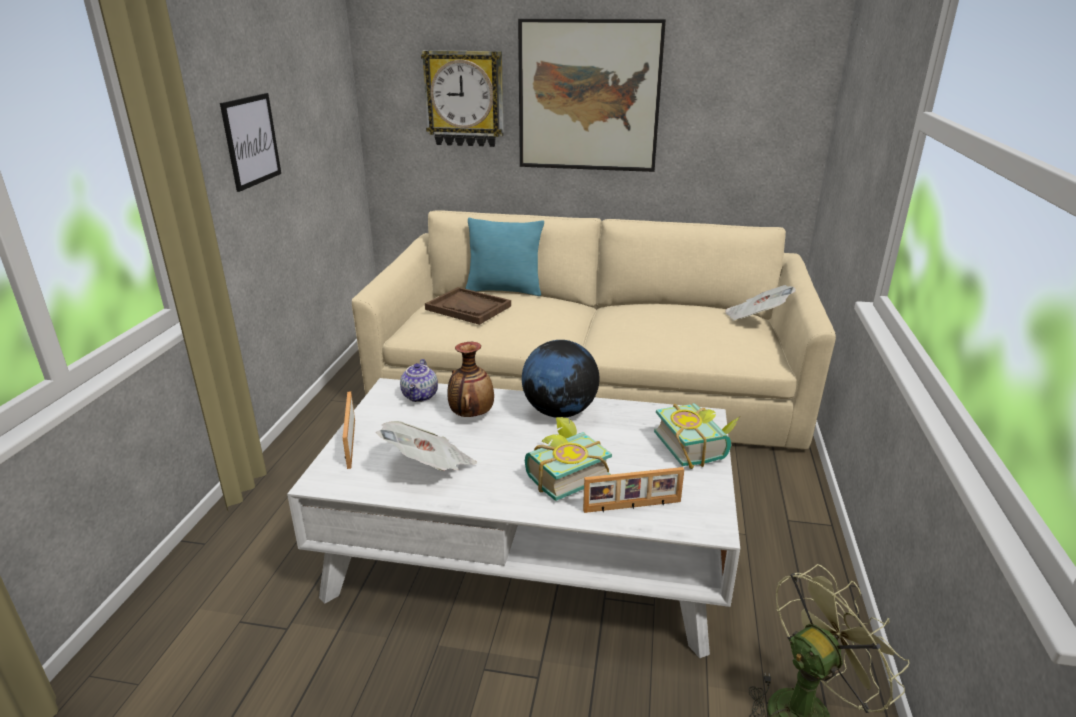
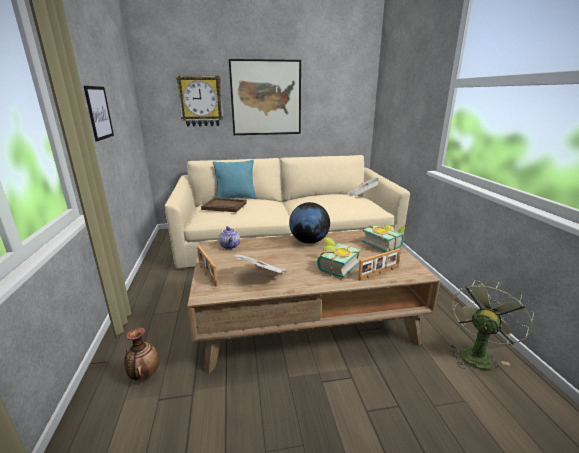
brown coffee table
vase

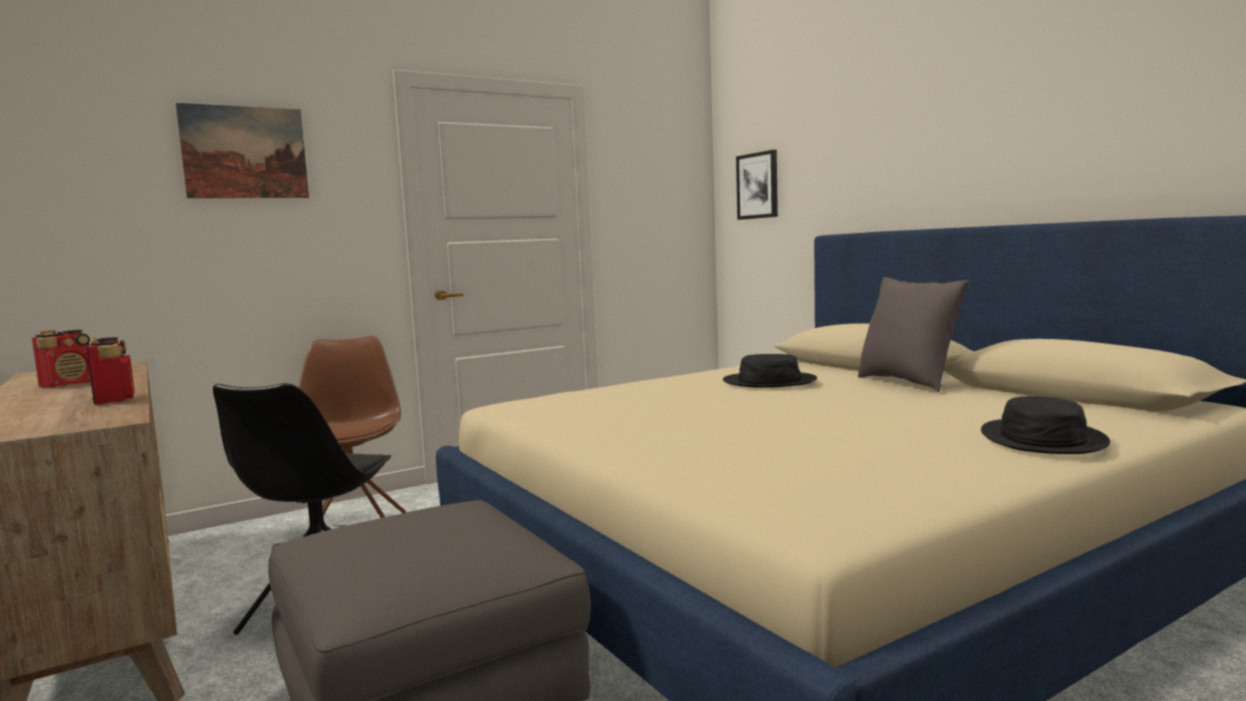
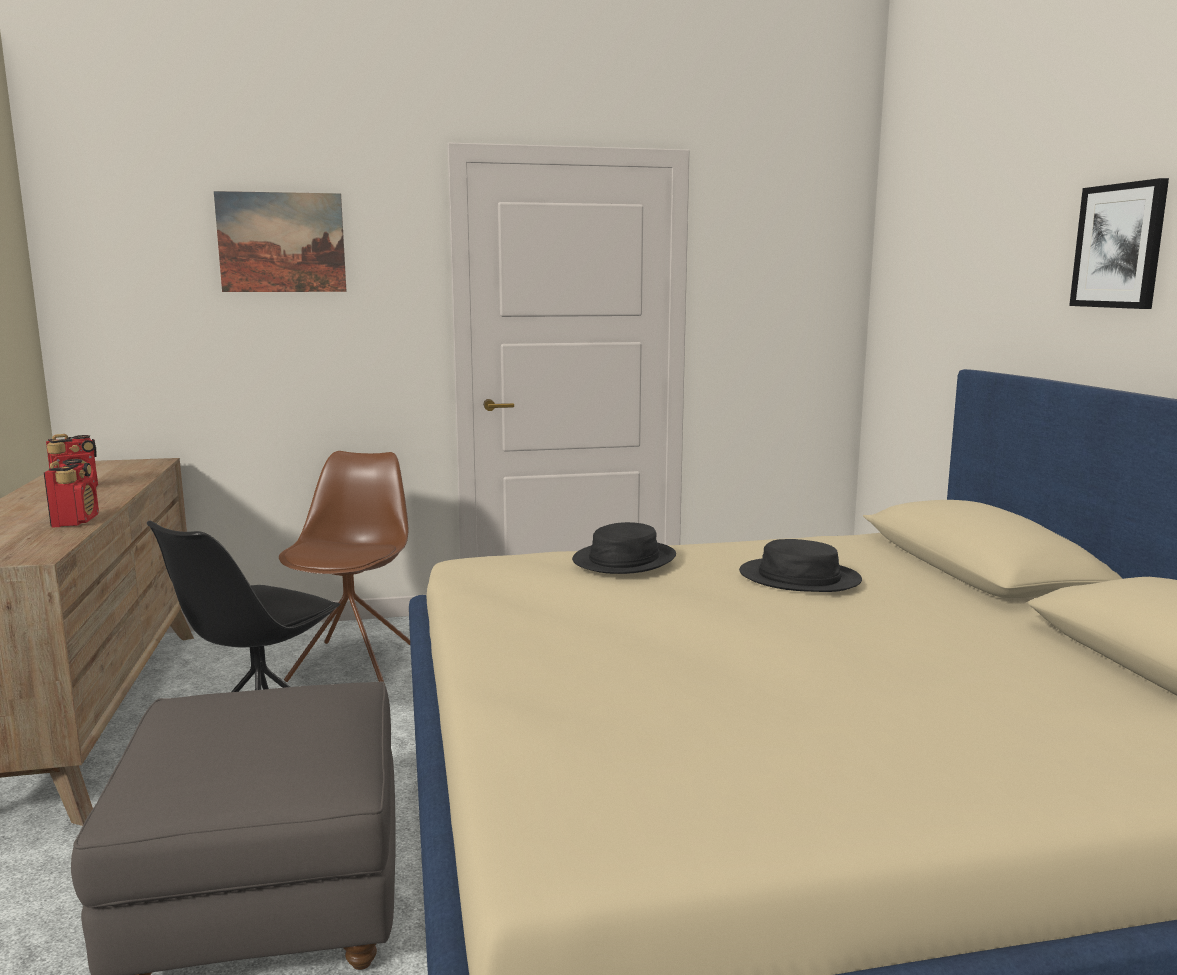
picture (2nd from left)
grey pillow
black hat (1st from left)

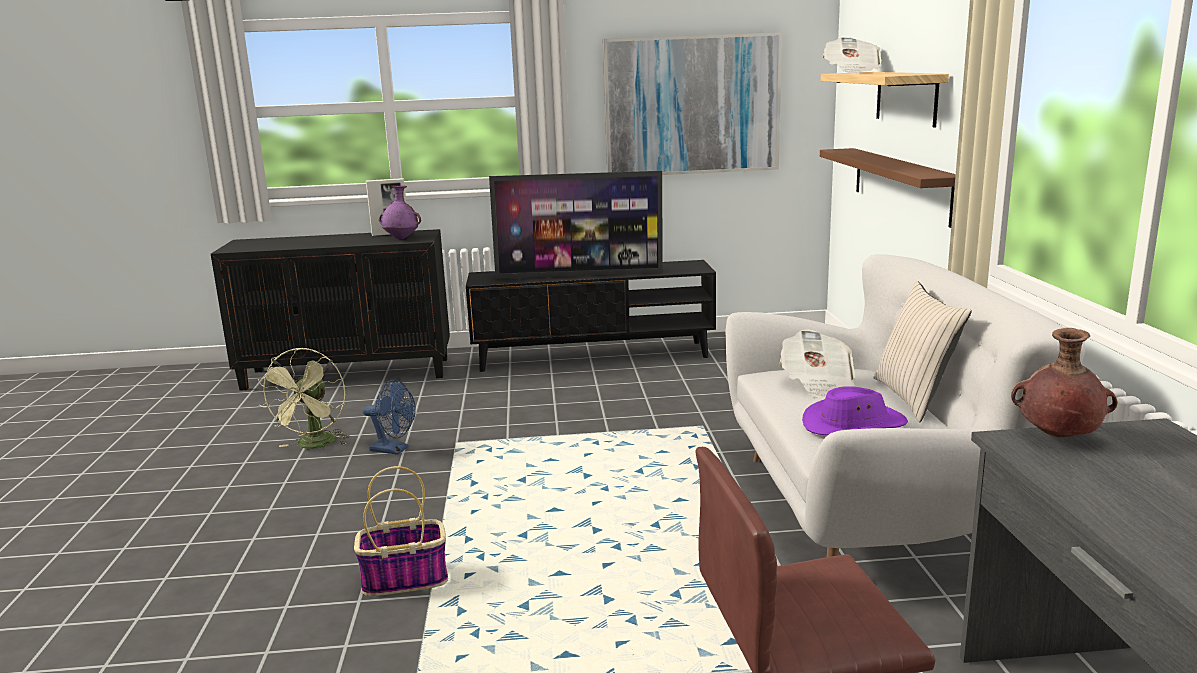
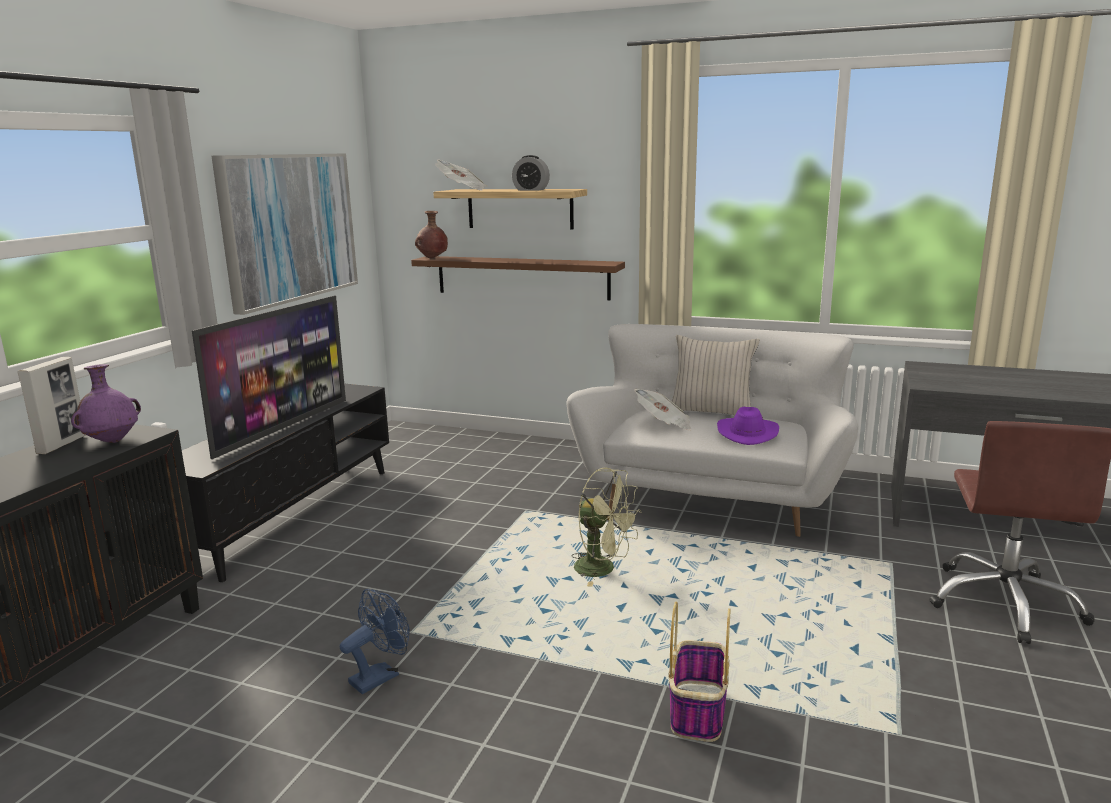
green fan
brown vase
alarm clock

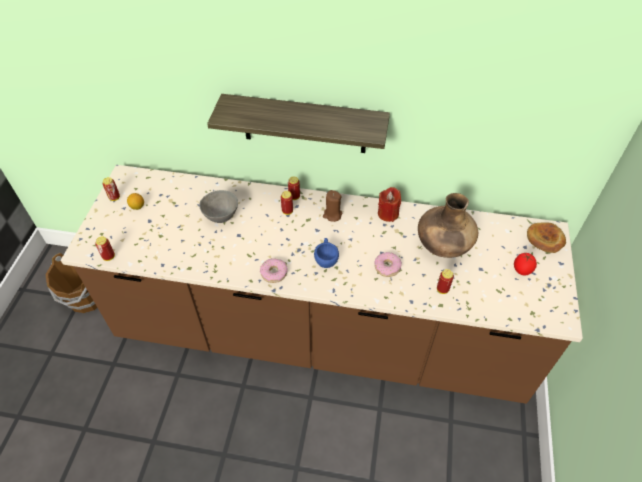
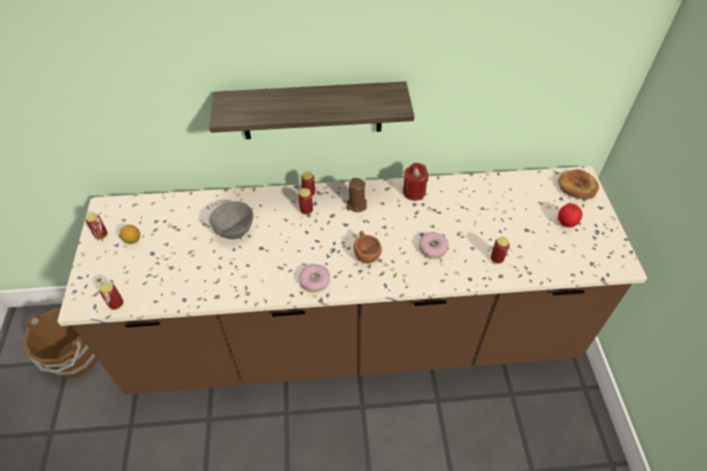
brown cup
brown vase

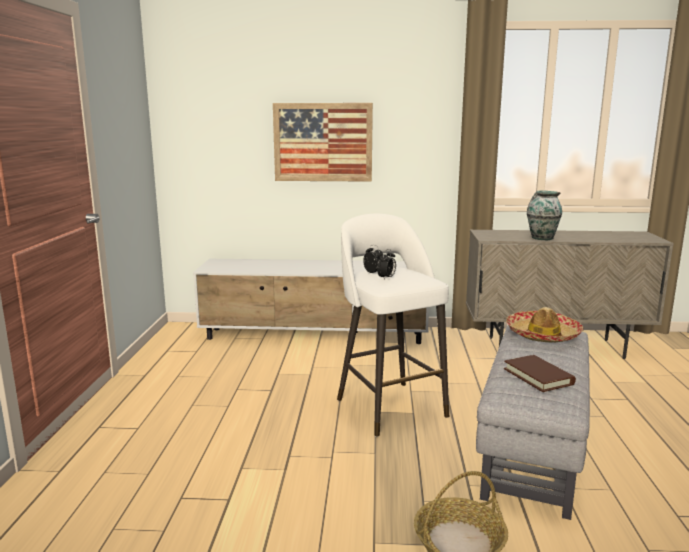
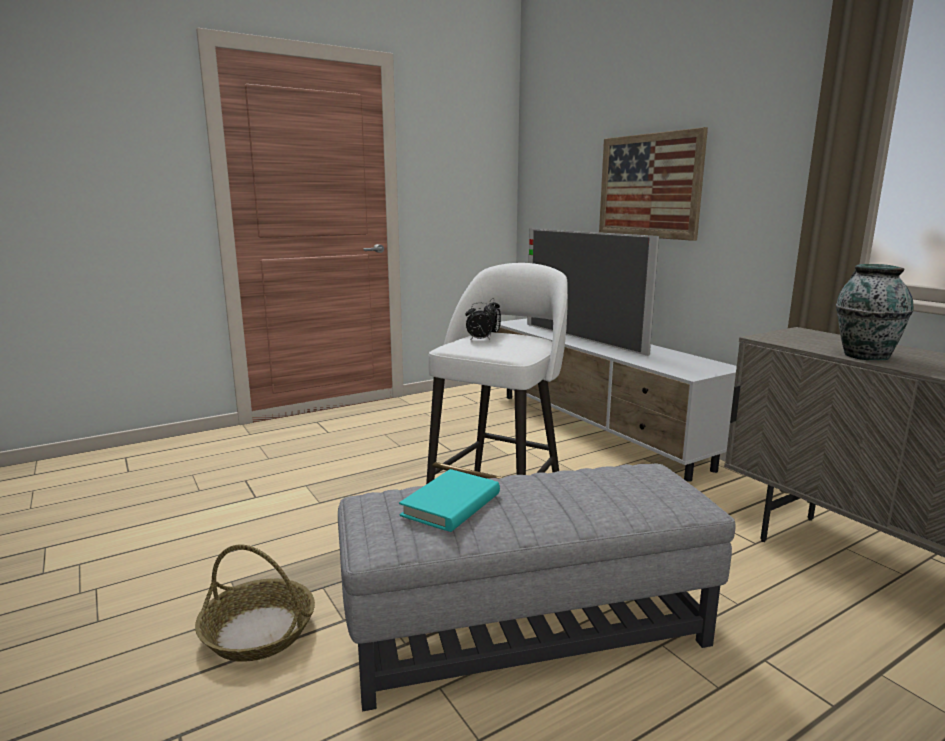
turquoise book
hat
television

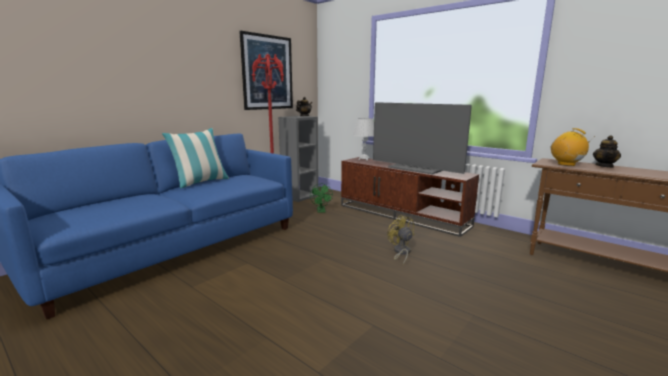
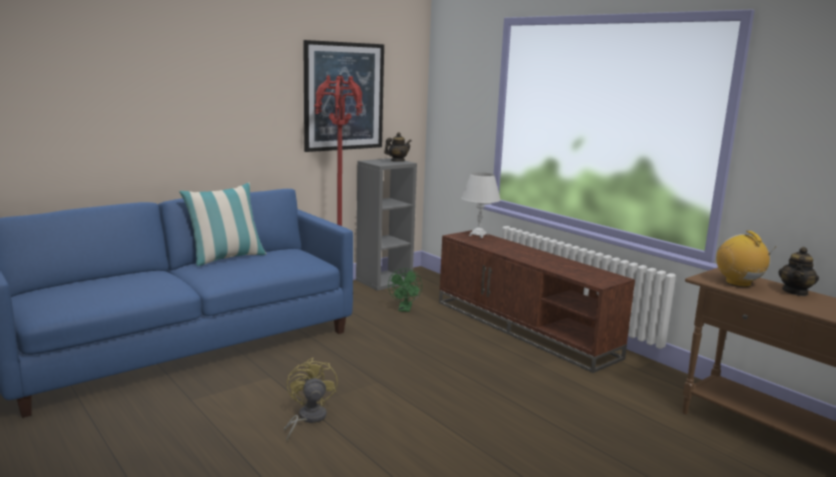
television
yellow fan

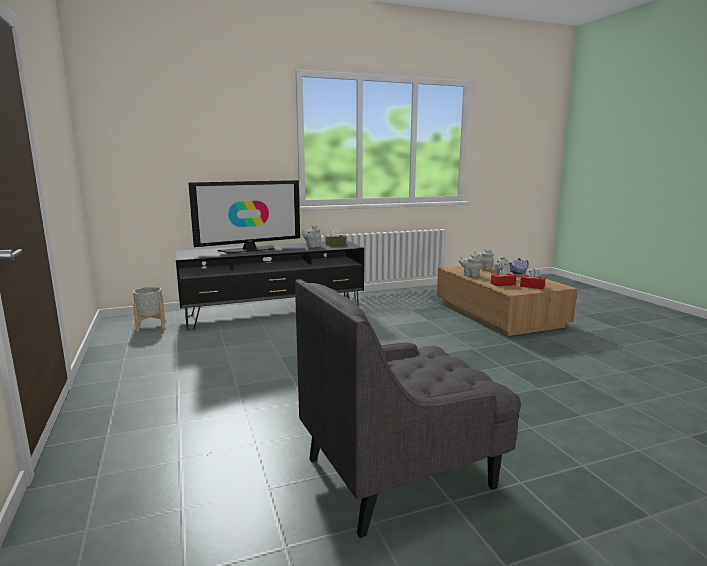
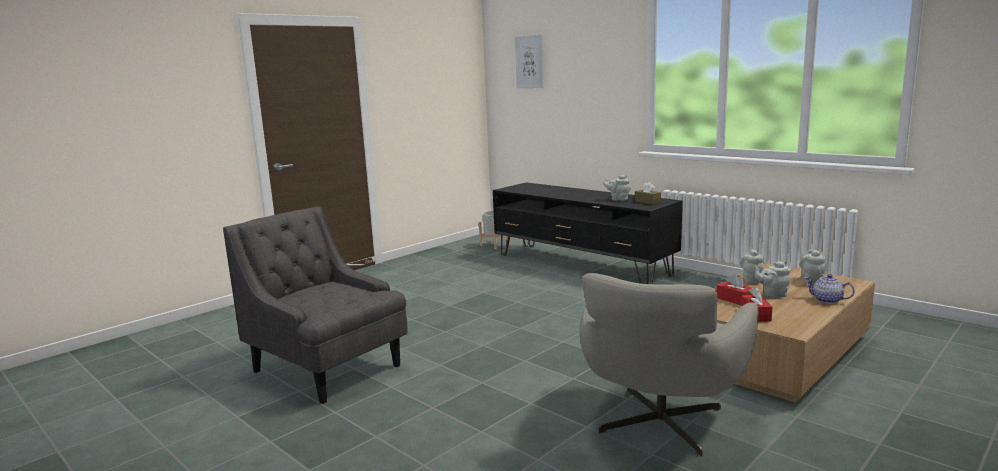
television
picture
grey armchair (2nd from left)

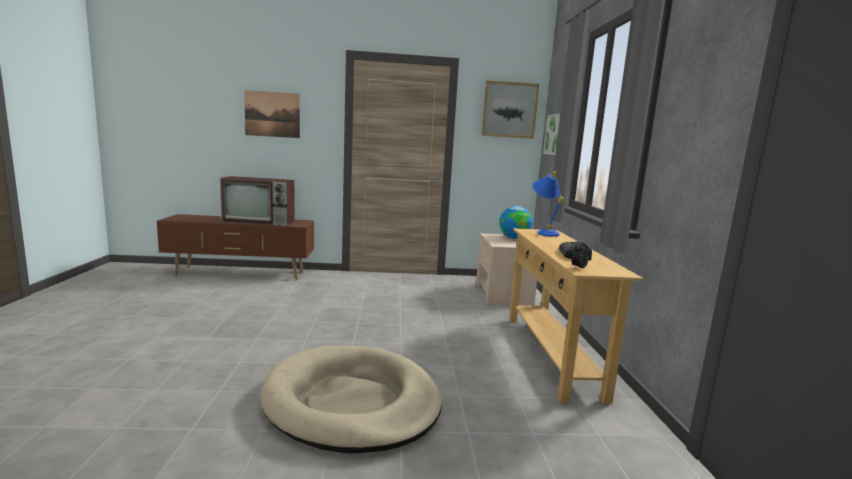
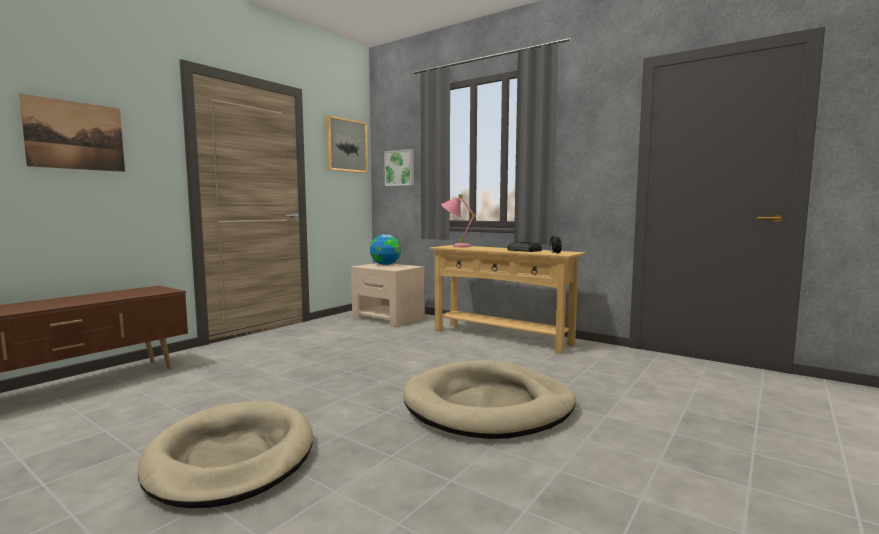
television
pink table lamp
beige dog bed (1st from left)

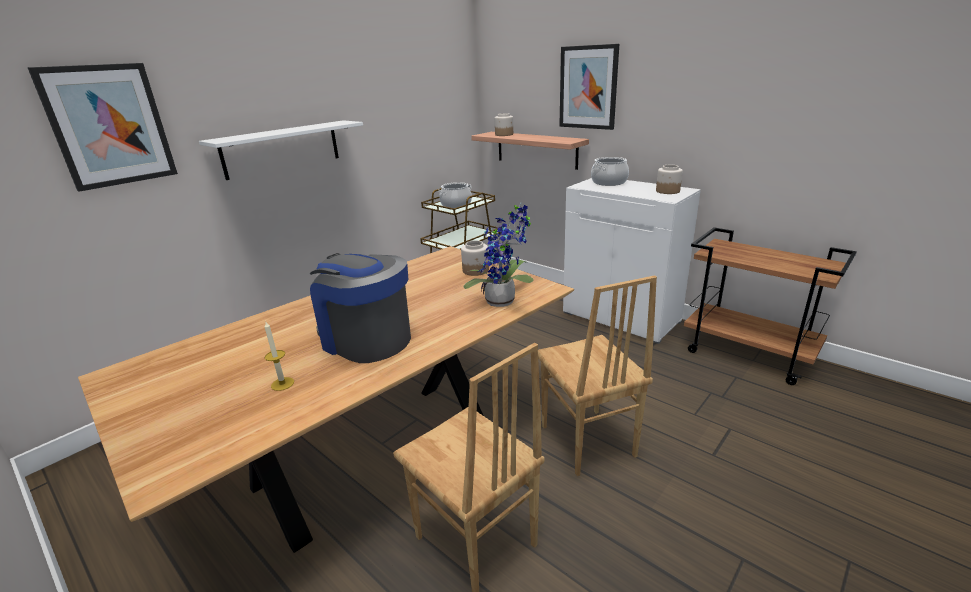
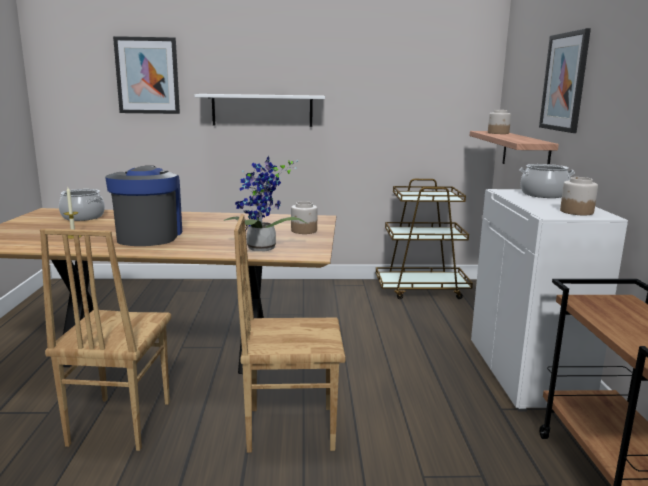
cooking pot (1st from left)
brown chair (2nd from left)

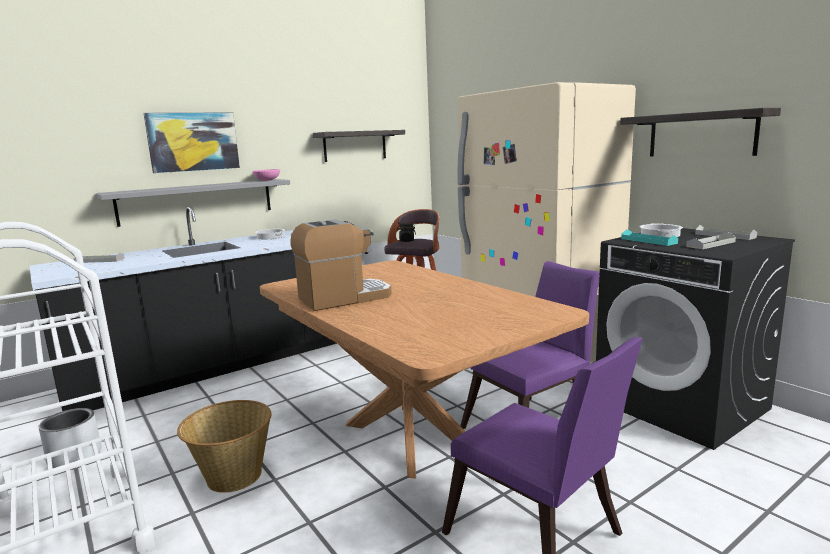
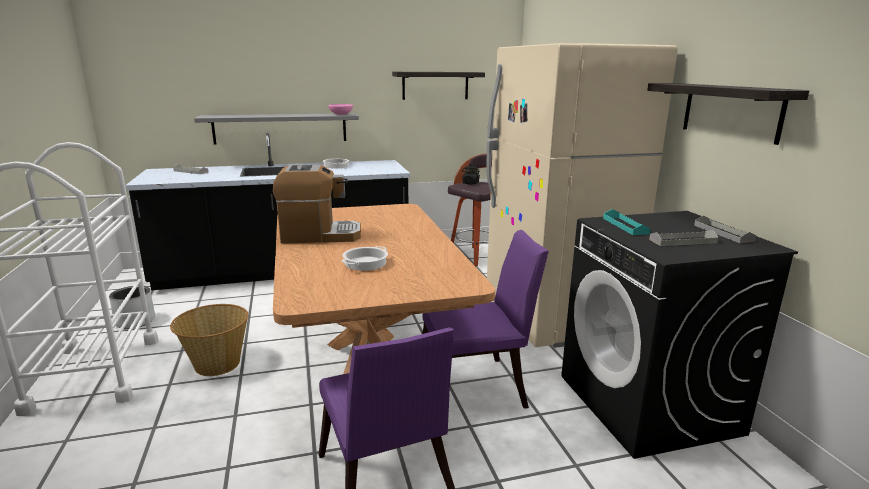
picture
cooking pot (2nd from left)

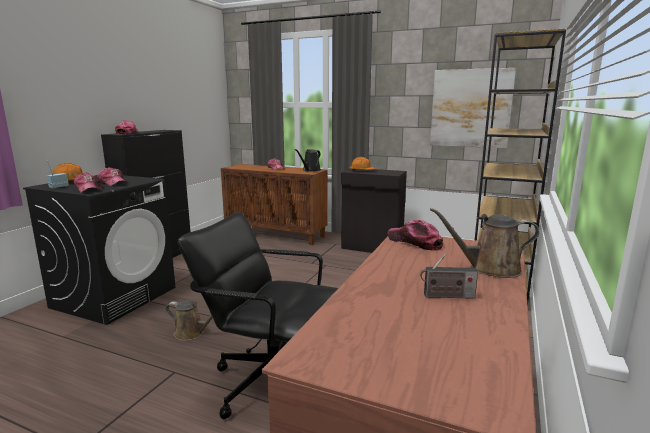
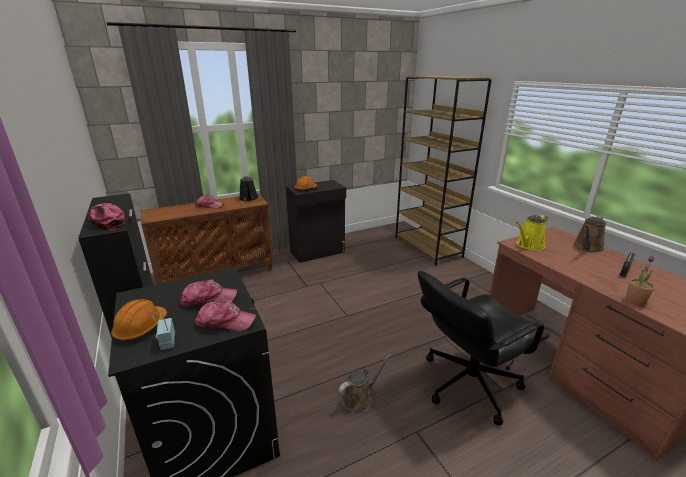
yellow watering can
picture
potted plant

